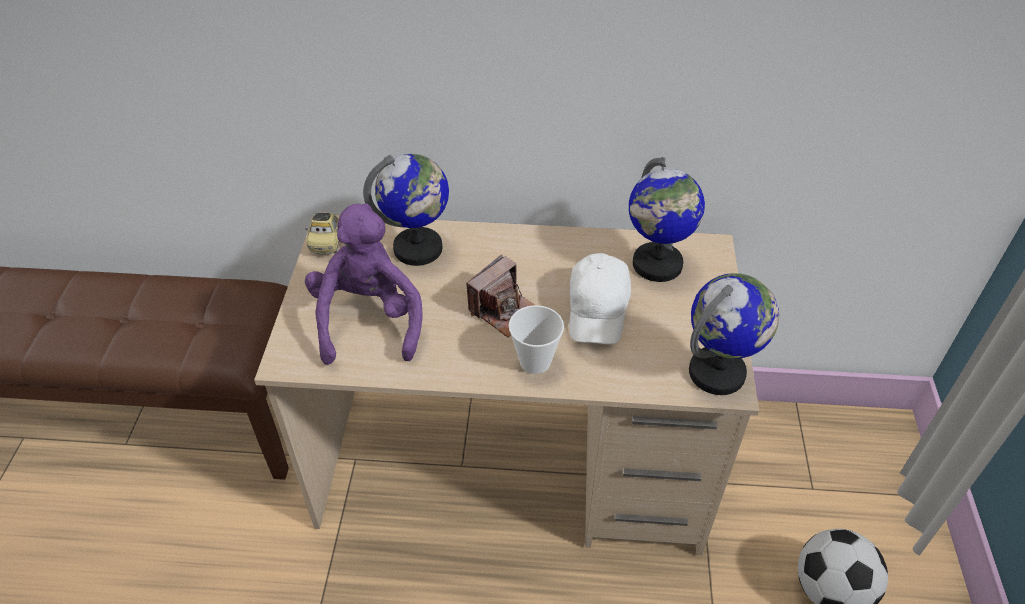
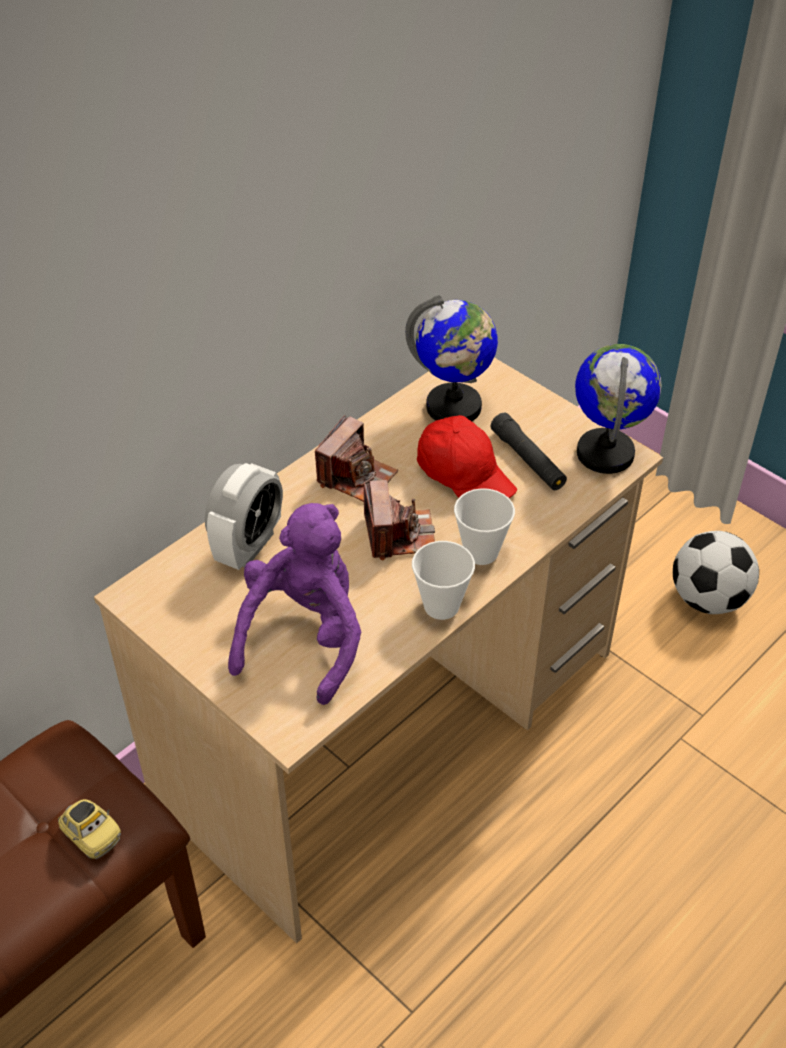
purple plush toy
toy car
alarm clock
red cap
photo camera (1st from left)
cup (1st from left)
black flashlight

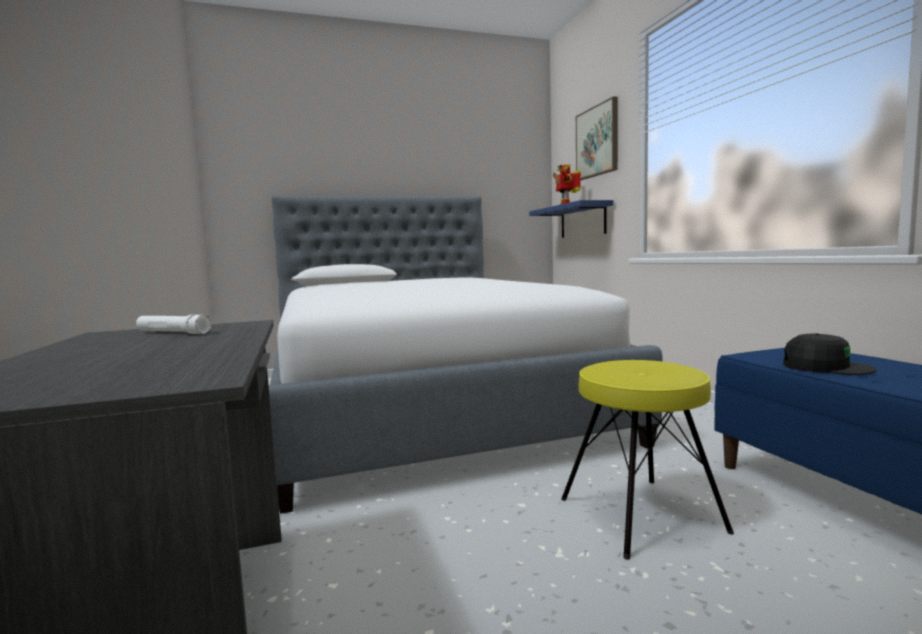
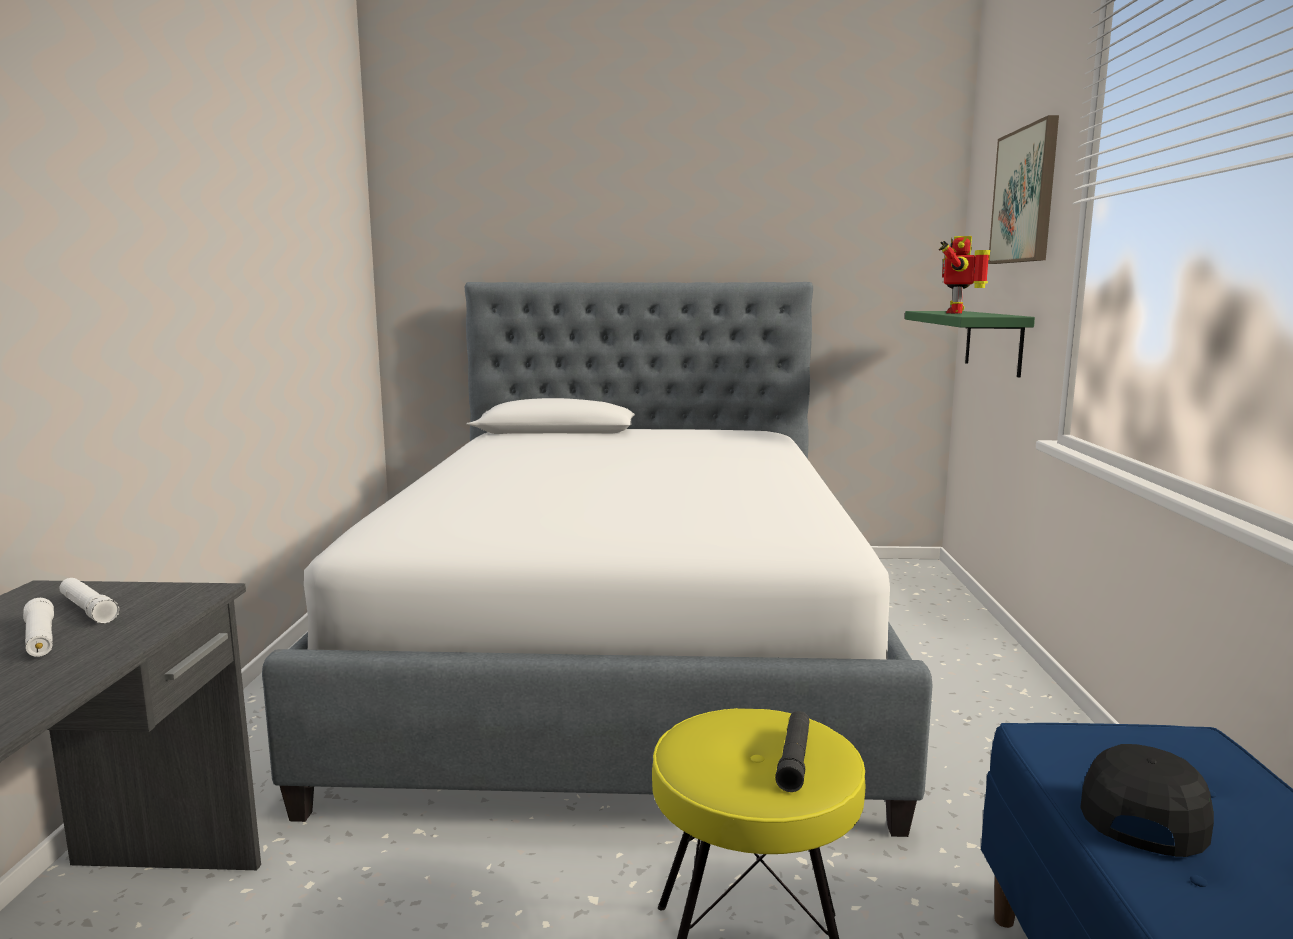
green shelf
black cap
white flashlight (1st from left)
black flashlight

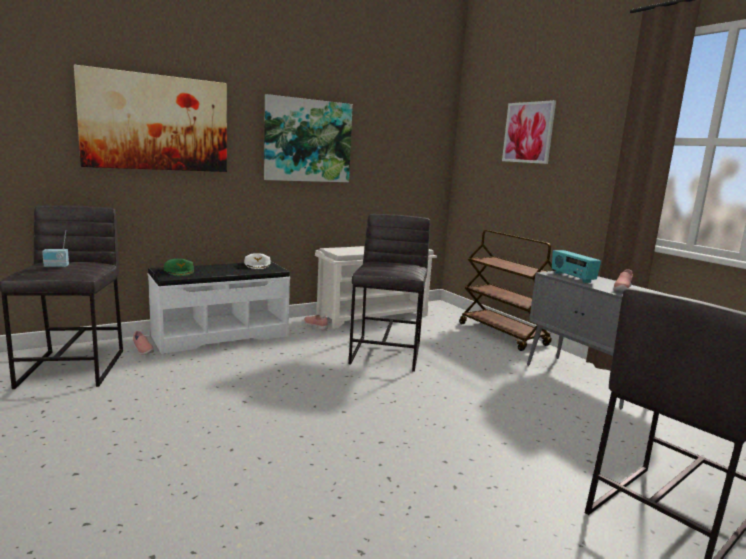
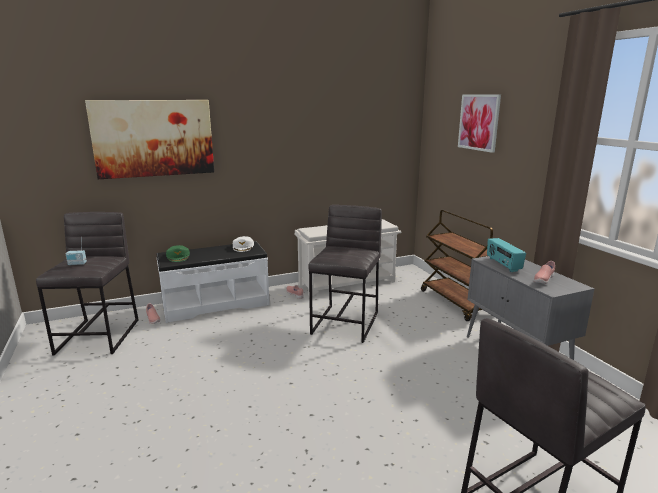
picture (2nd from left in the first image)

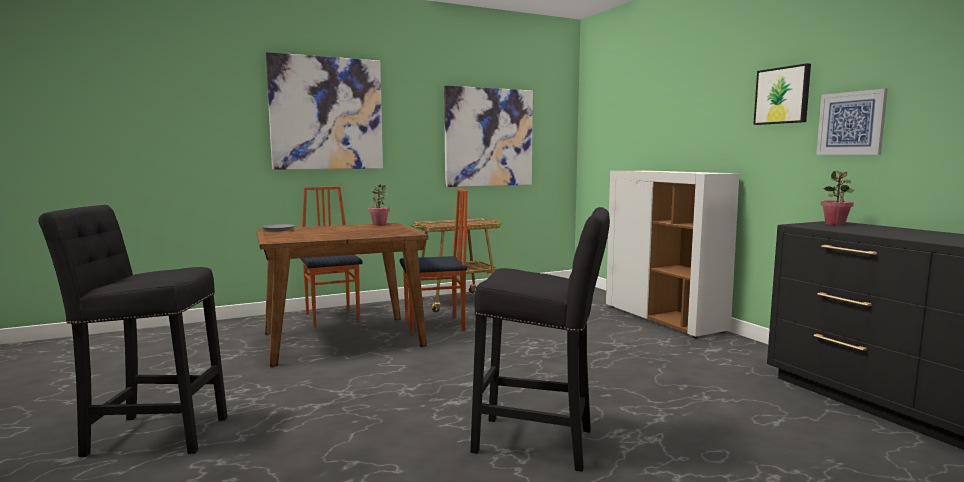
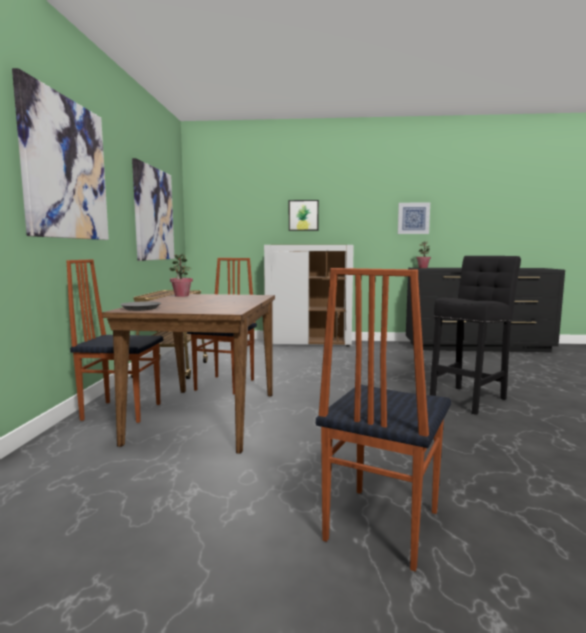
chair (3rd from left)
picture (3rd from left)

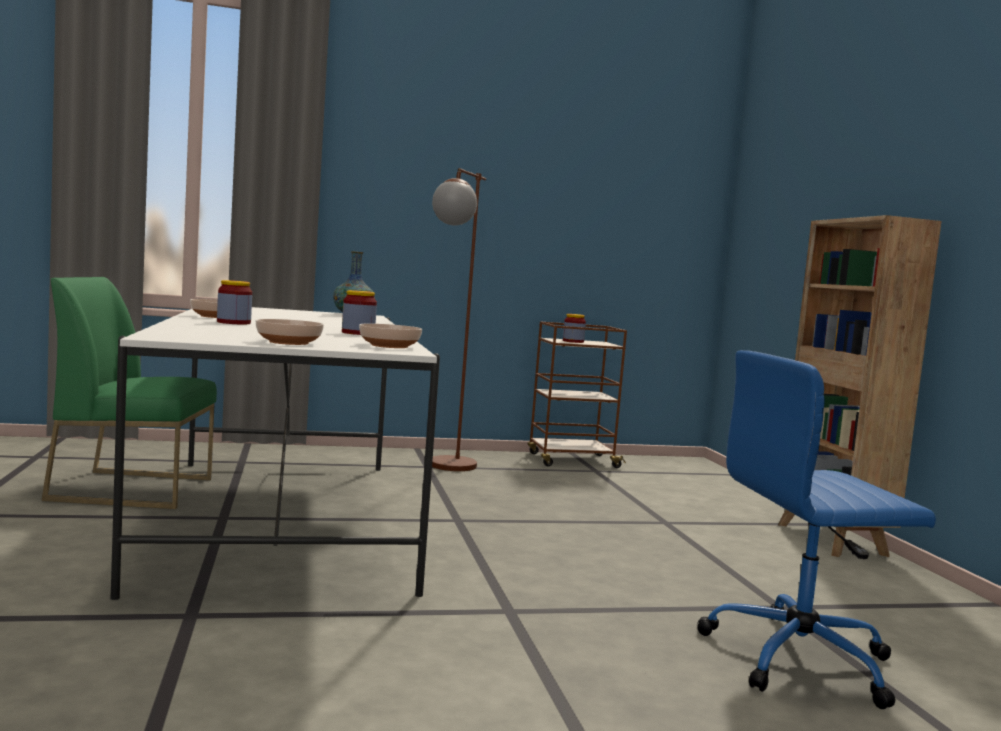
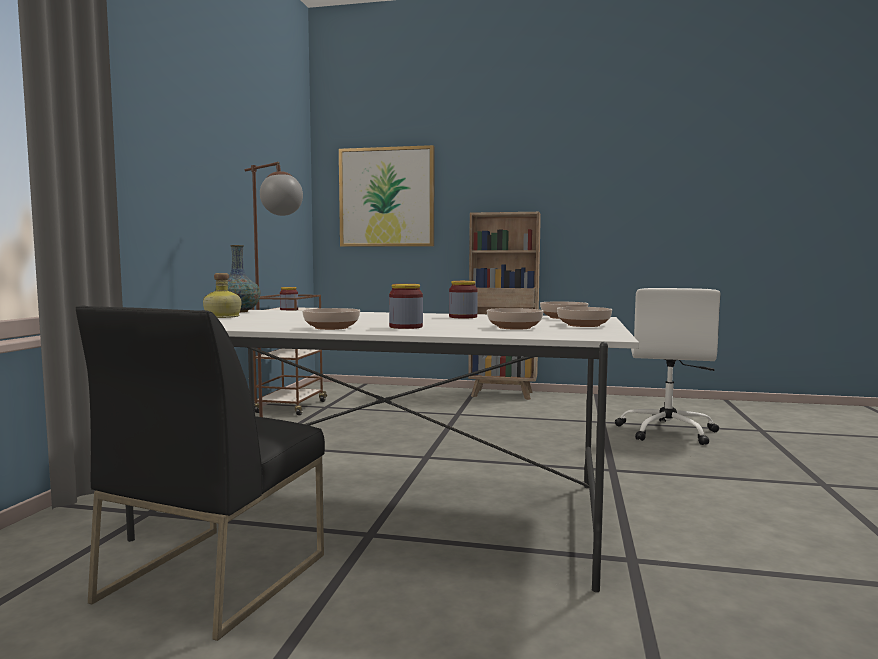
black chair
white office chair
bottle
picture
bowl (2nd from left)

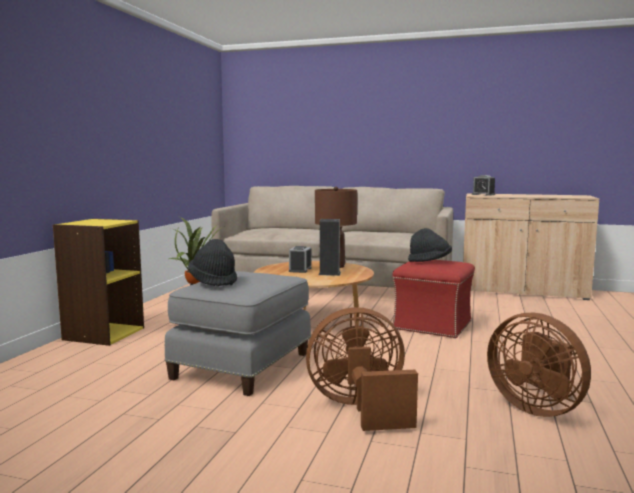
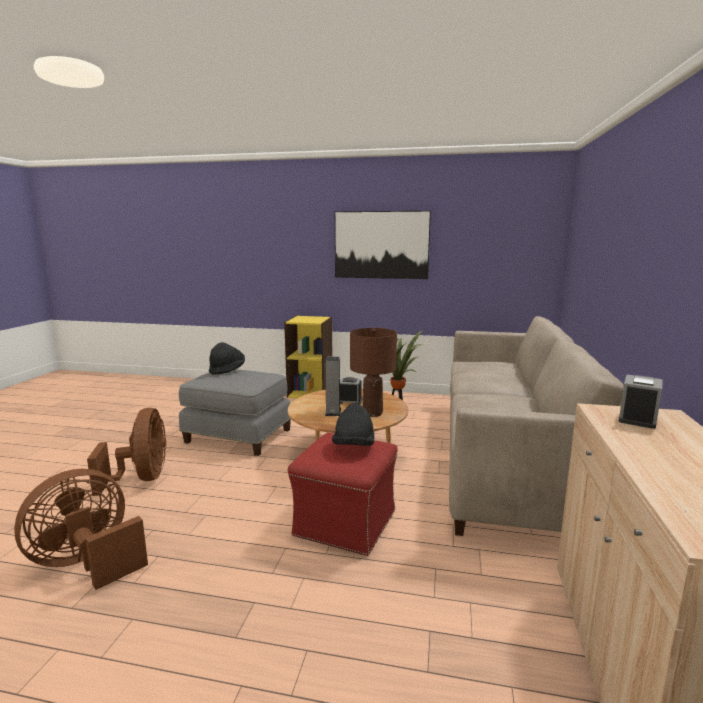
picture

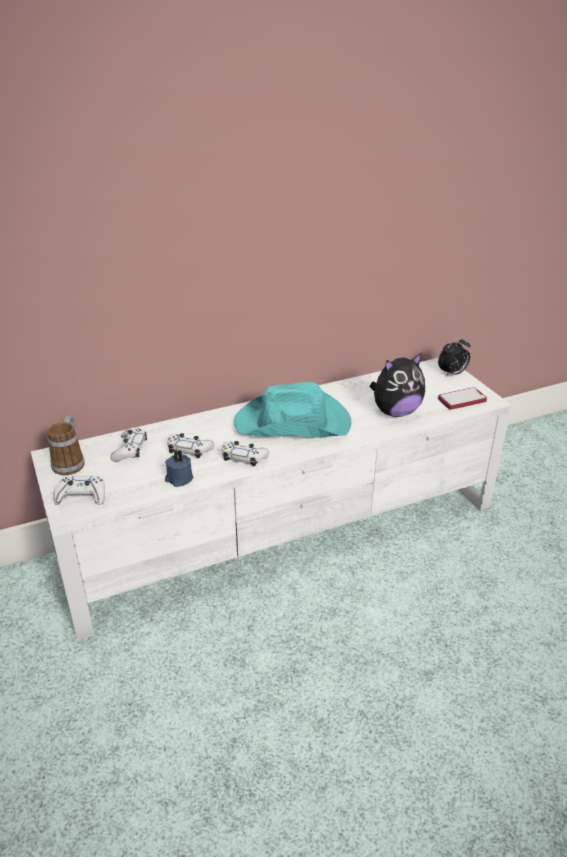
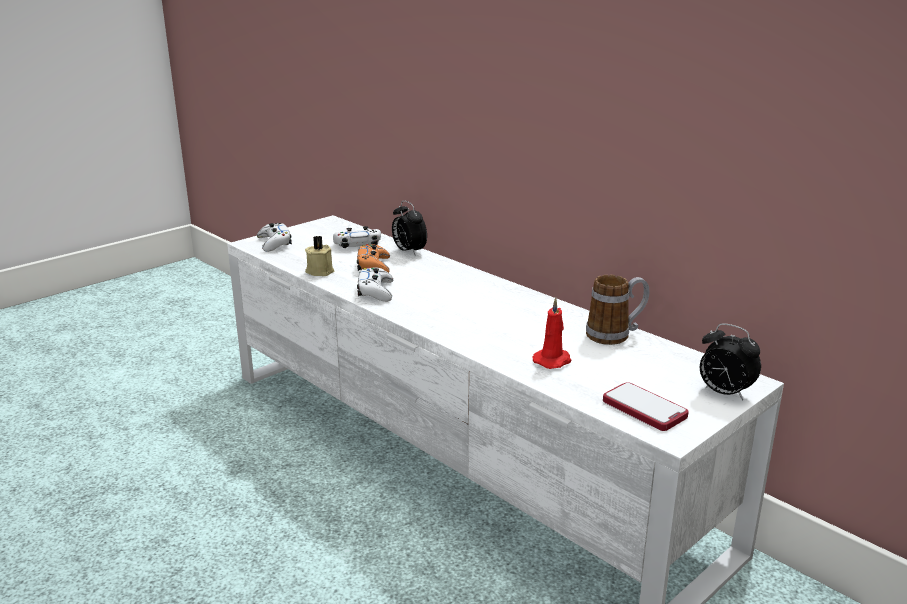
mug
beige candle
orange game controller
turquoise hat
red candle
alarm clock (1st from left)

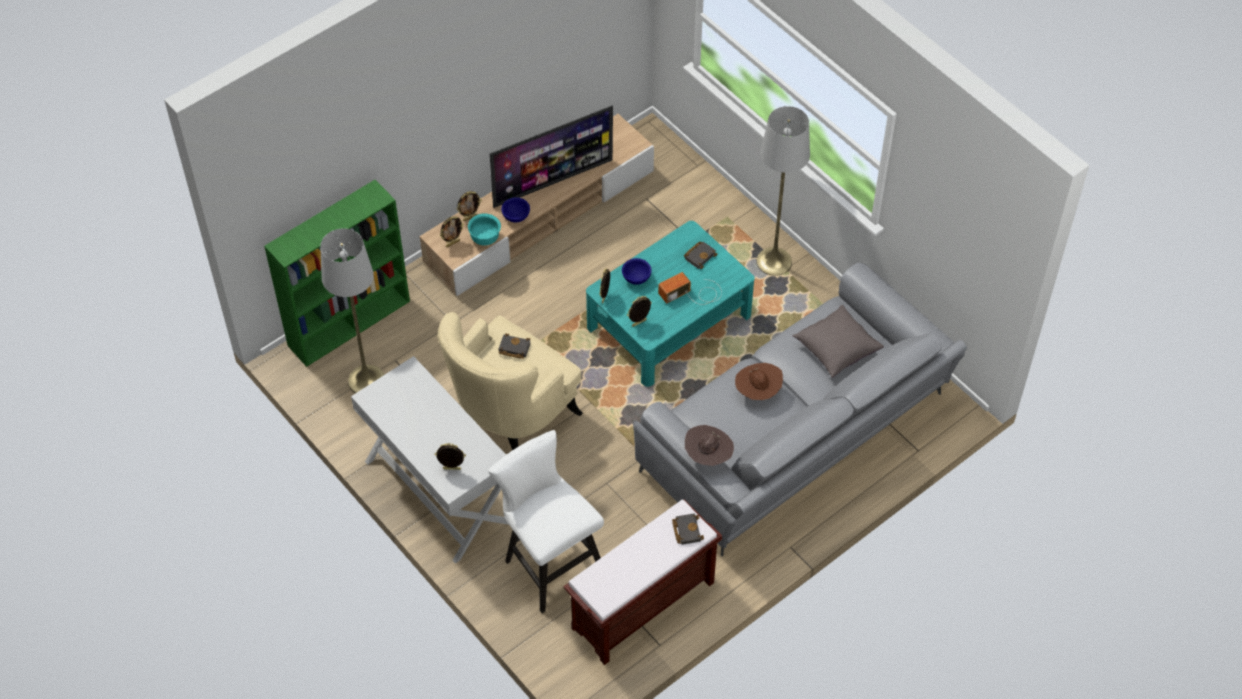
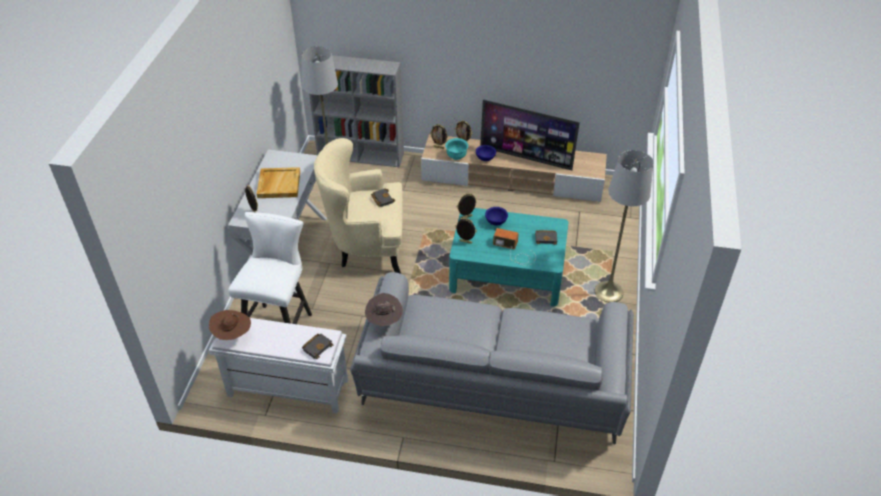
grey bookcase
white bench
brown hat (1st from left)
grey pillow
beige tray

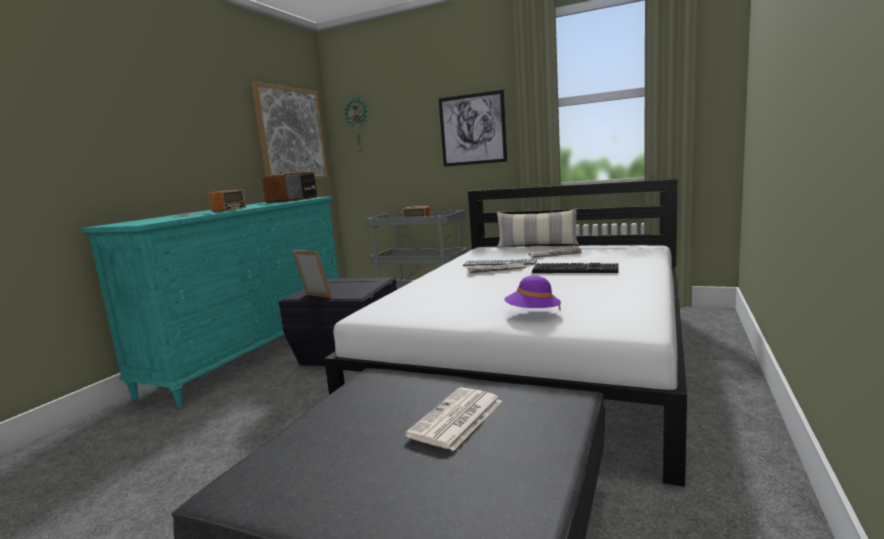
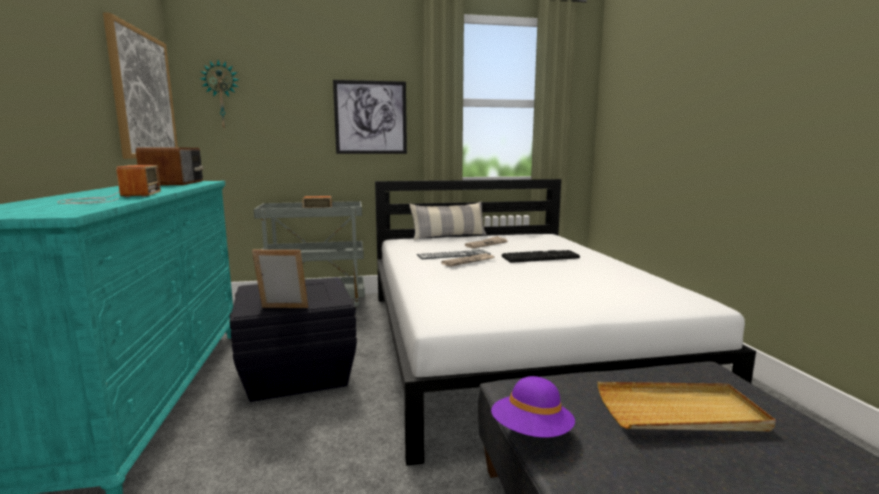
beige tray
purple hat

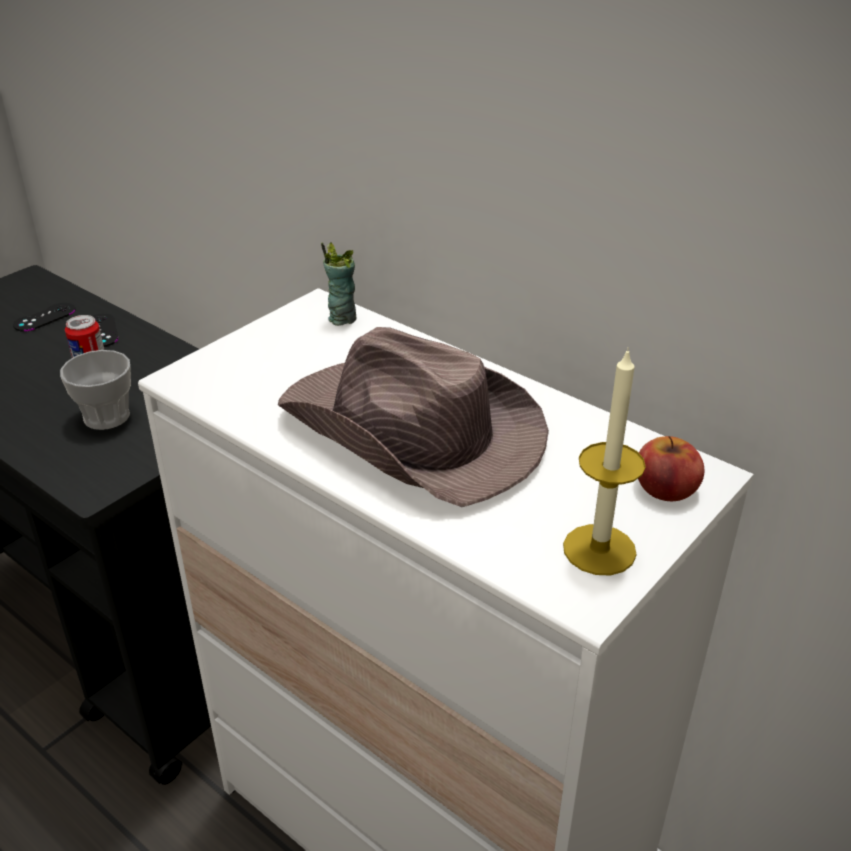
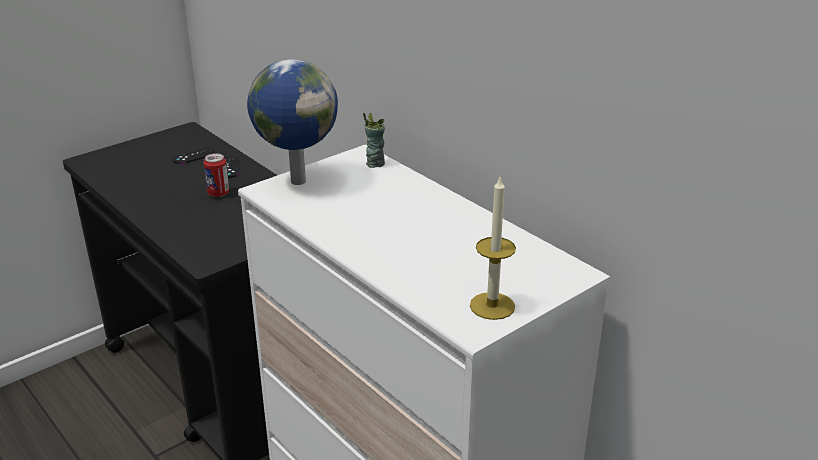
cup (1st from left in the first image)
brown hat
apple
globe

